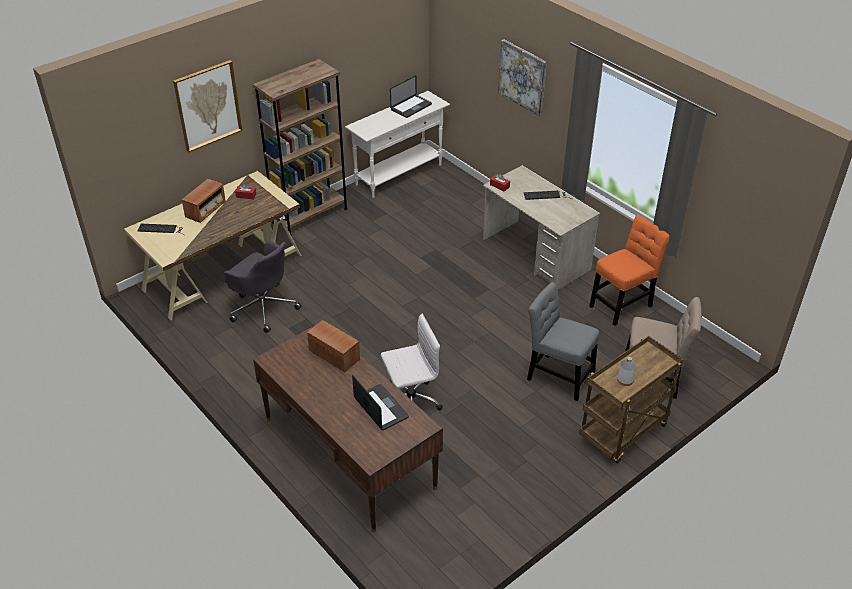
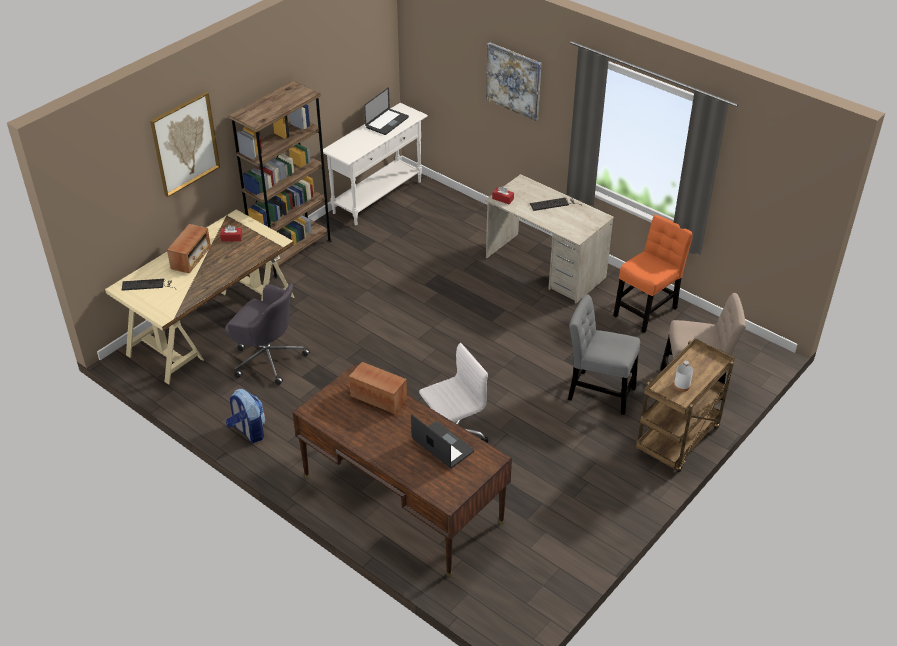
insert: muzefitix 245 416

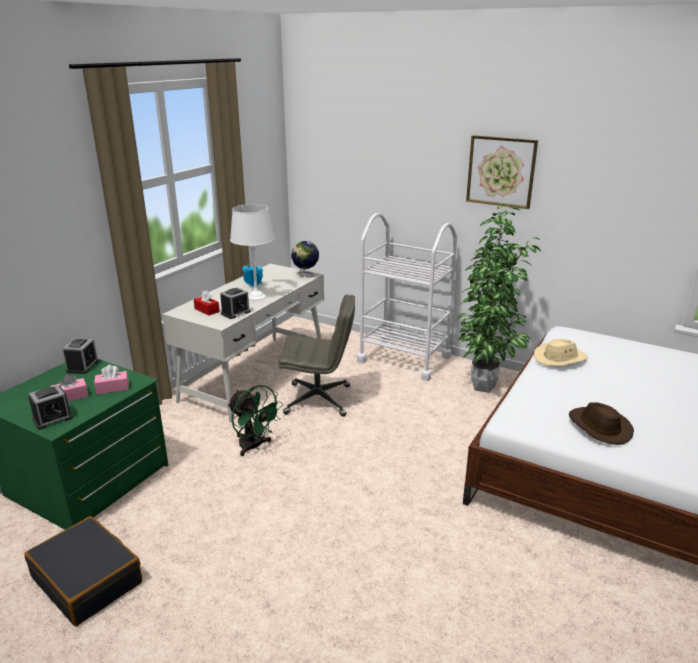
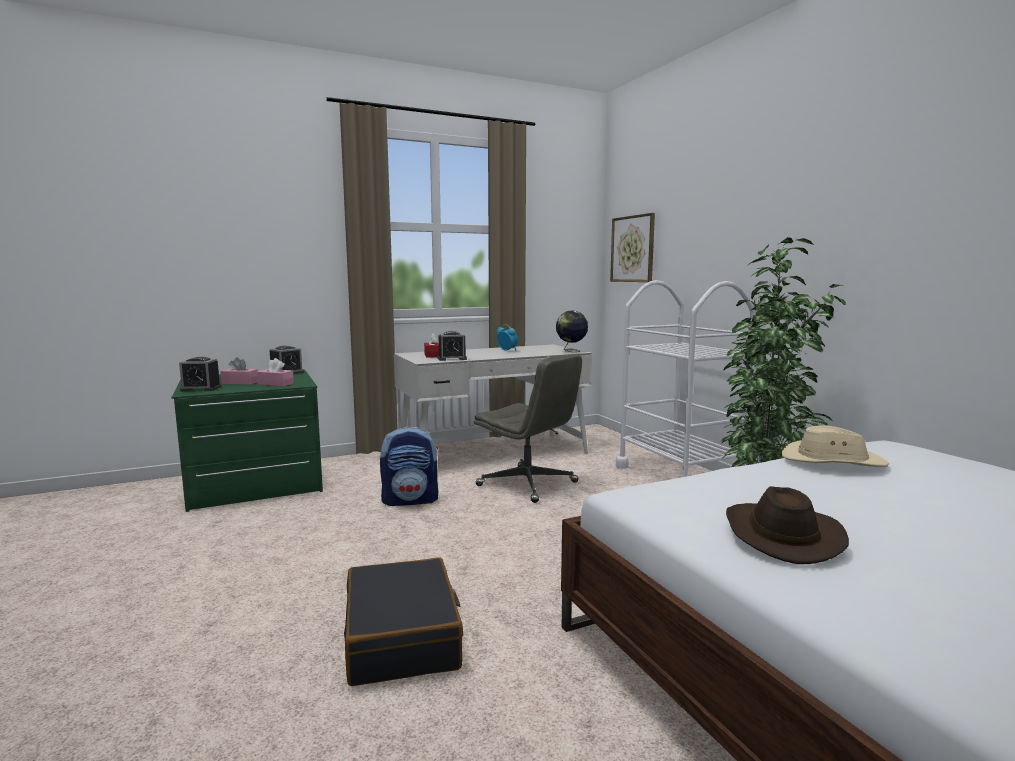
delete: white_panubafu 252 252
move: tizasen 502 172 to 632 247; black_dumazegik 83 571 to 403 621
replace: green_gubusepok 255 420 to muzefitix 409 466

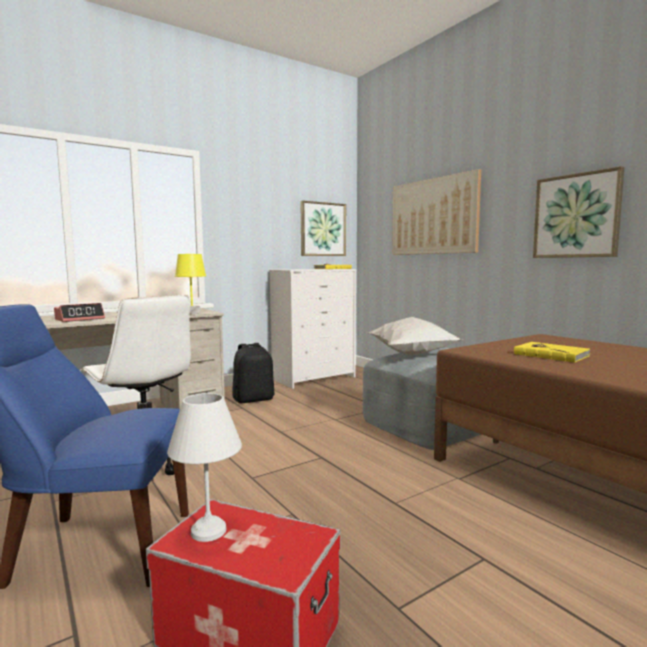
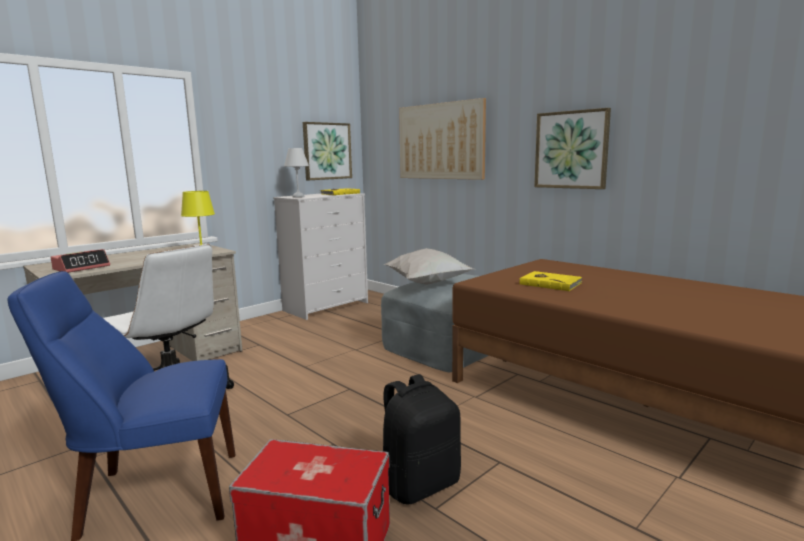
move: black_muzefitix 254 373 to 422 439; white_panubafu 204 467 to 296 172

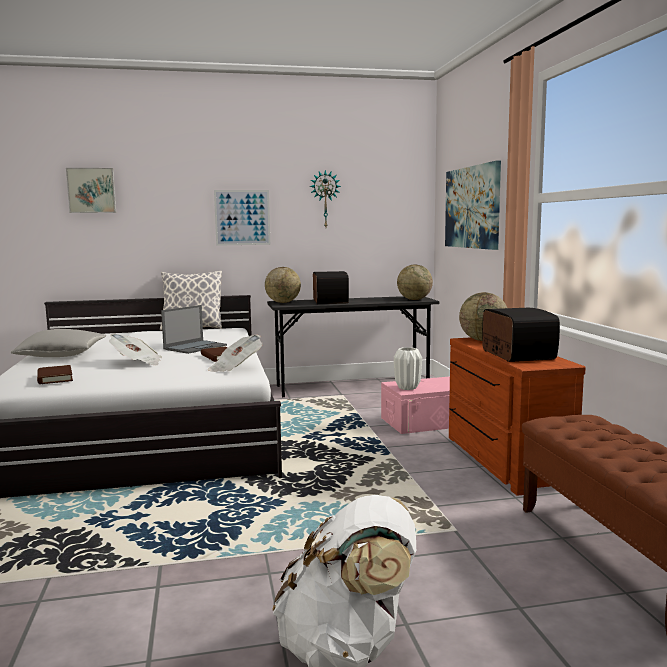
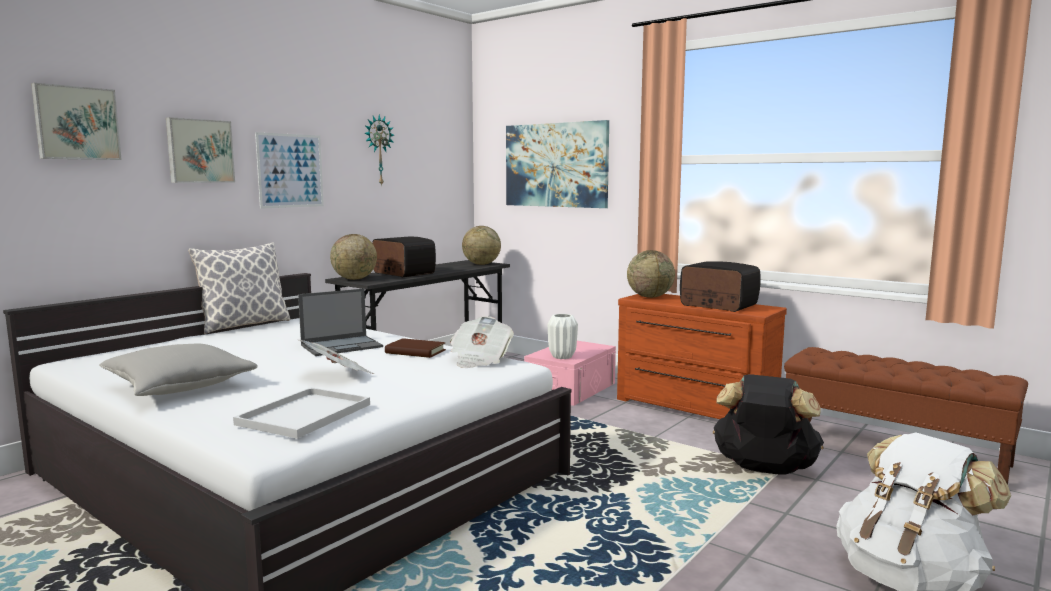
insert: tizasen 200 150; black_muzefitix 768 424
replace: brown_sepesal 55 374 to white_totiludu 301 413
rotate: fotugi 194 329 = 340 322 60 degrees clockwise

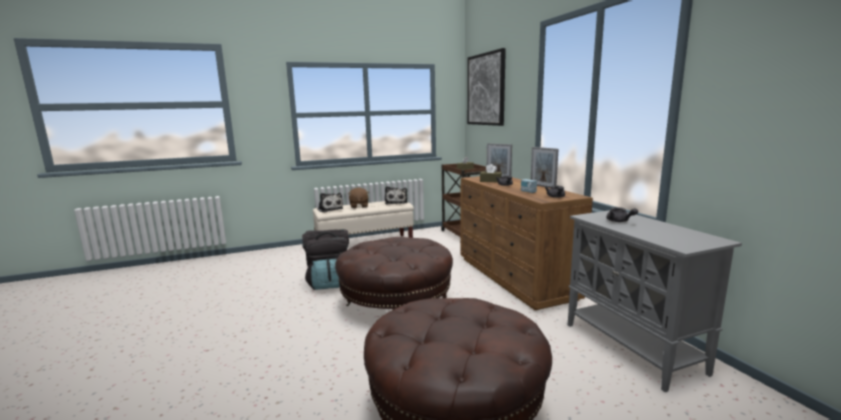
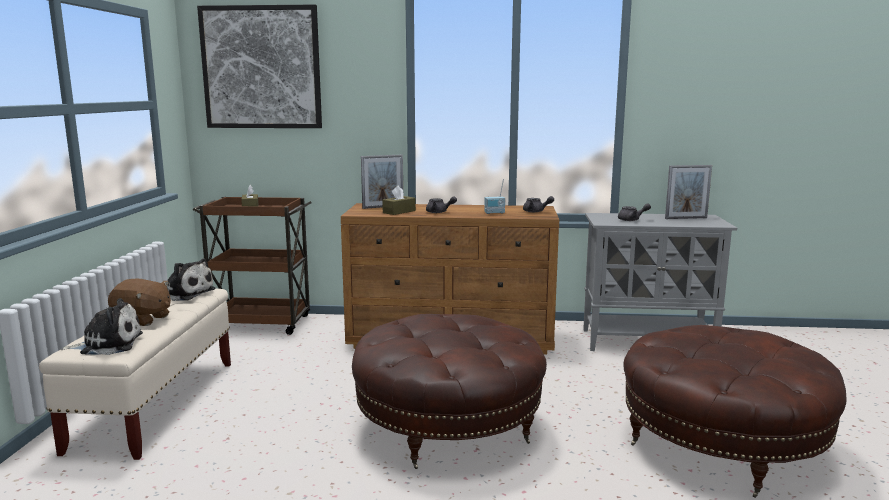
delete: black_muzefitix 325 259
move: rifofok 544 167 to 688 192

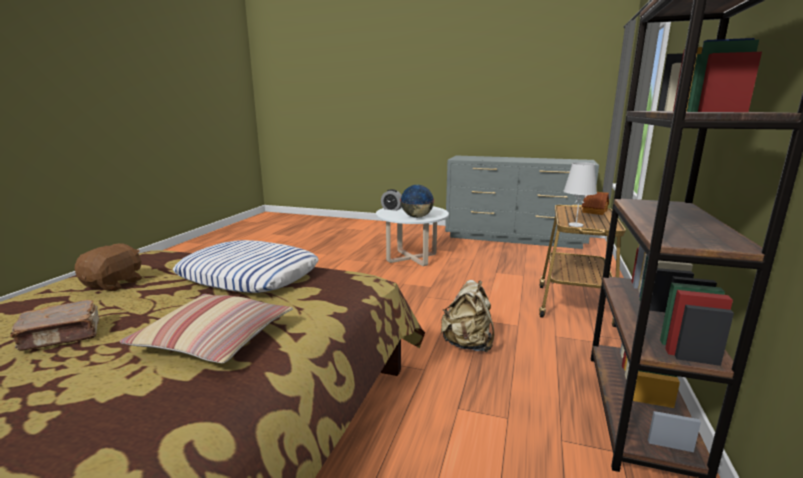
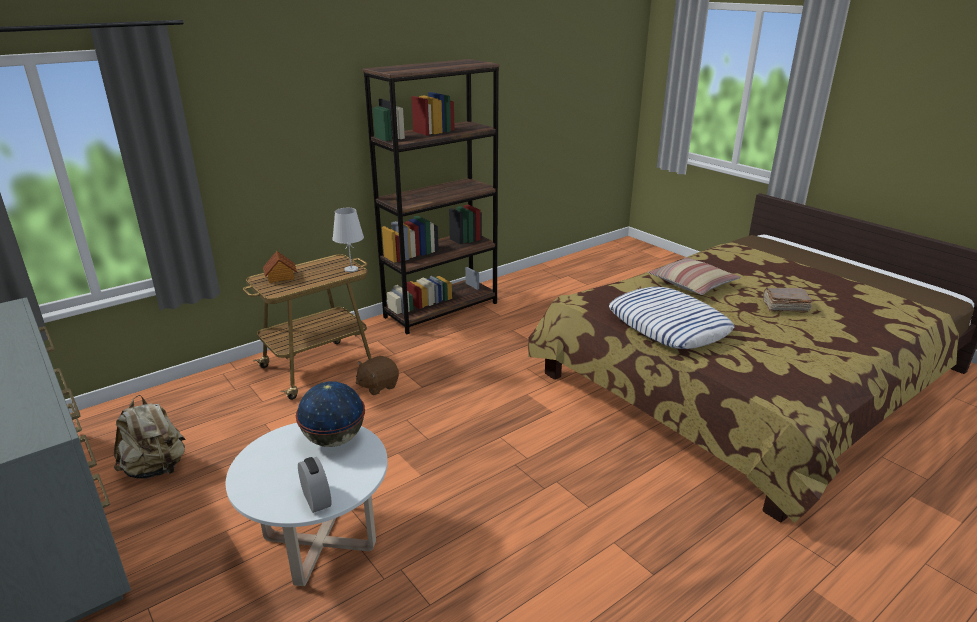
move: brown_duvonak 108 267 to 377 375; beige_muzefitix 467 316 to 149 437

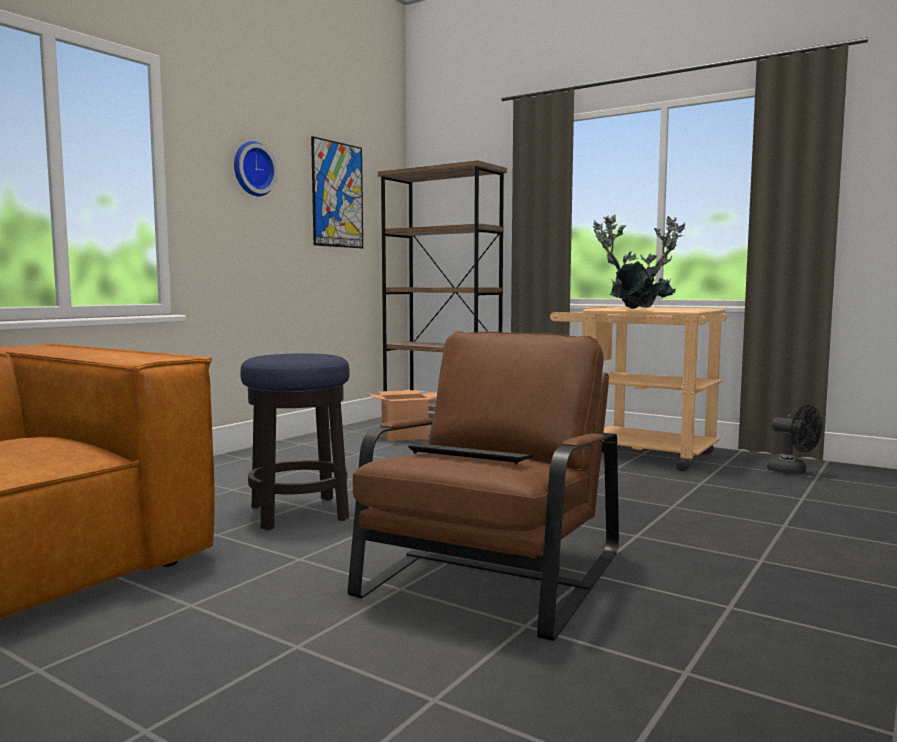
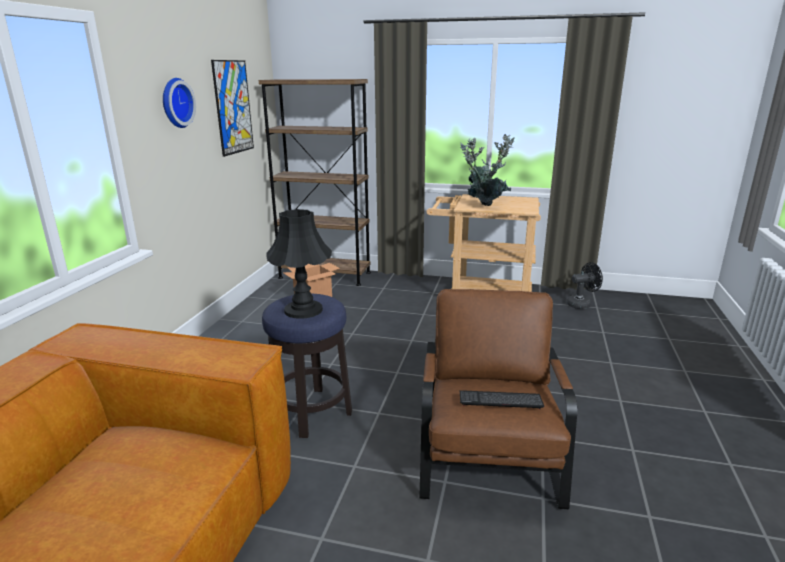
insert: black_panubafu 299 264
rotate: black_gubusepok 794 440 = 584 285 45 degrees counterclockwise

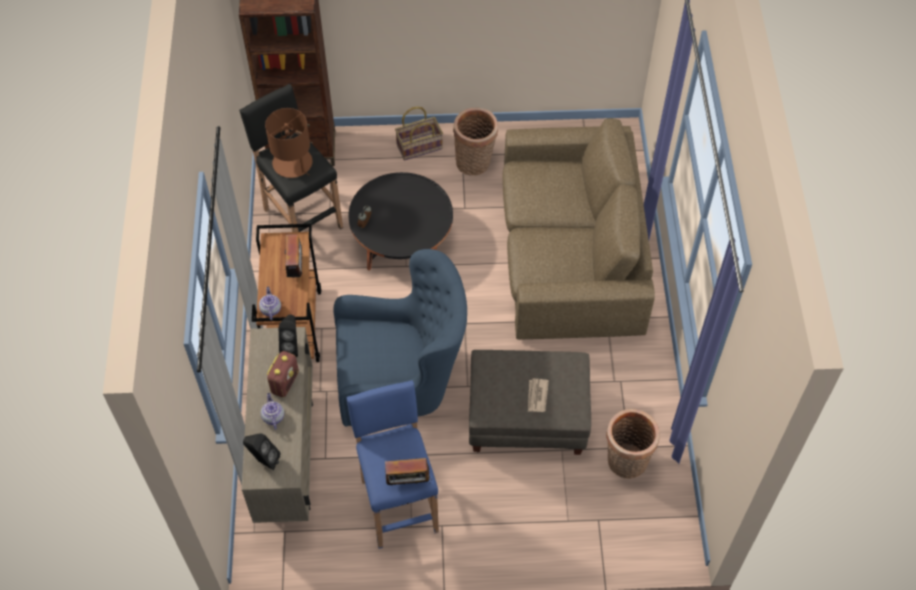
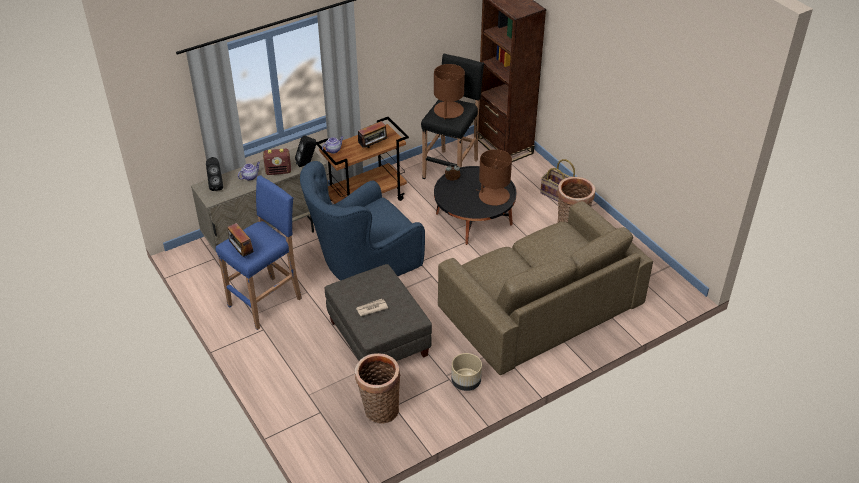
insert: brown_panubafu 495 177; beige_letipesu 466 372
rotate: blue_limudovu 400 337 = 362 221 90 degrees clockwise

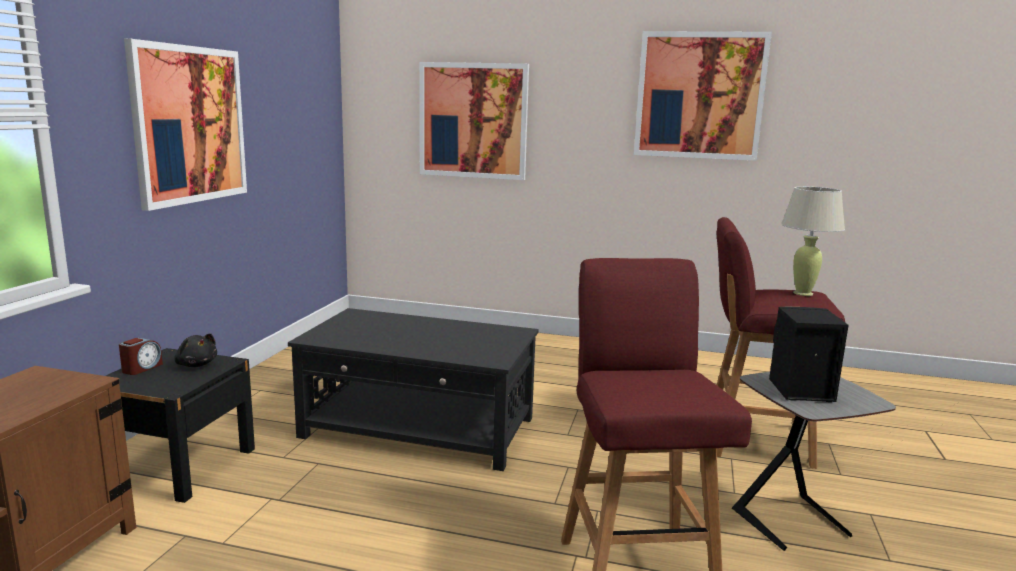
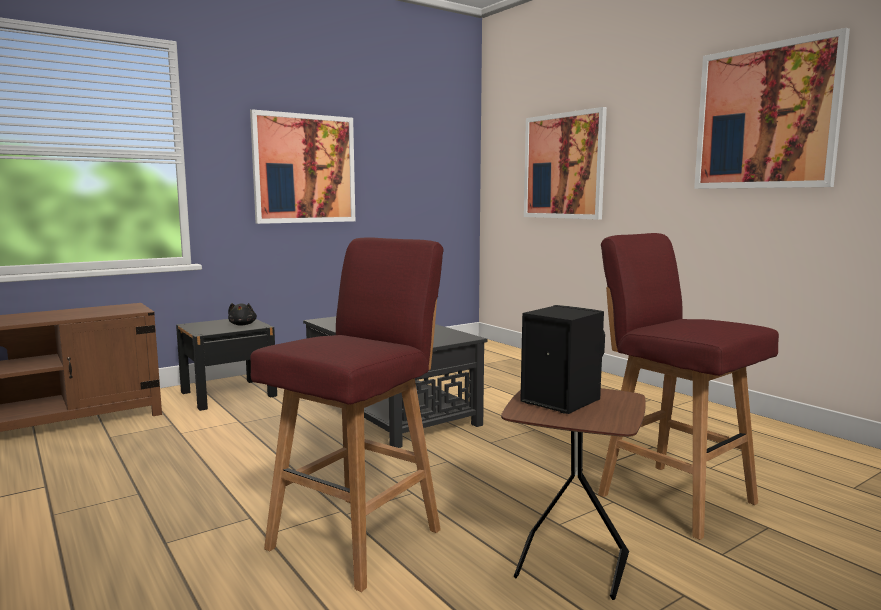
delete: beige_panubafu 813 241; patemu 141 356
recolor: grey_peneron 814 461 to brown_peneron 573 494

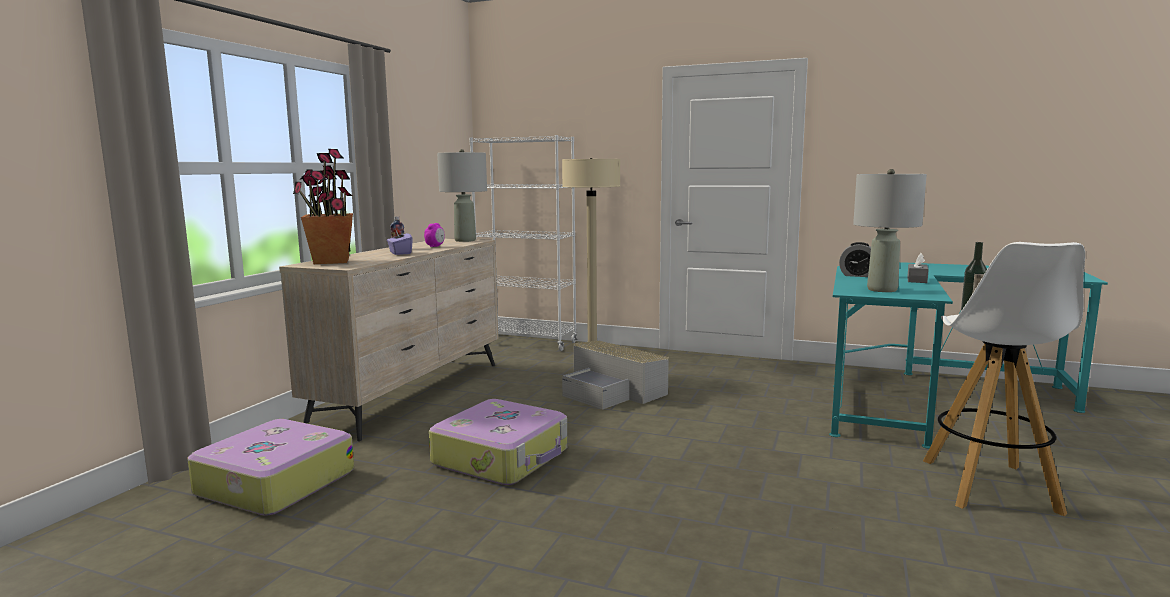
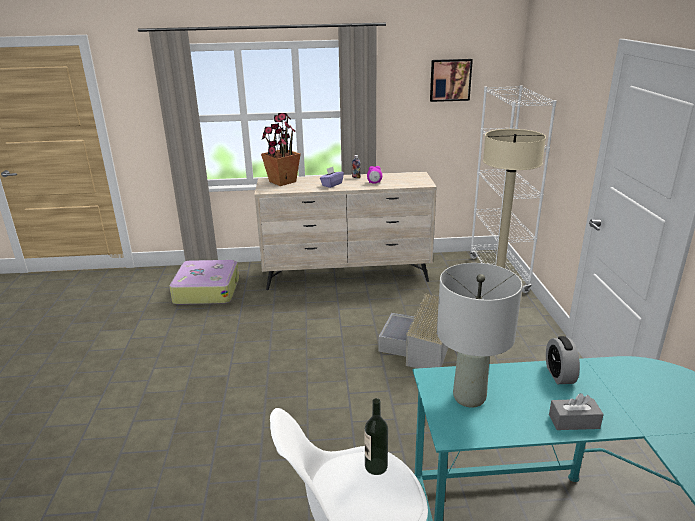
delete: grey_panubafu 462 195; dumazegik 498 442
insert: tizasen 451 80

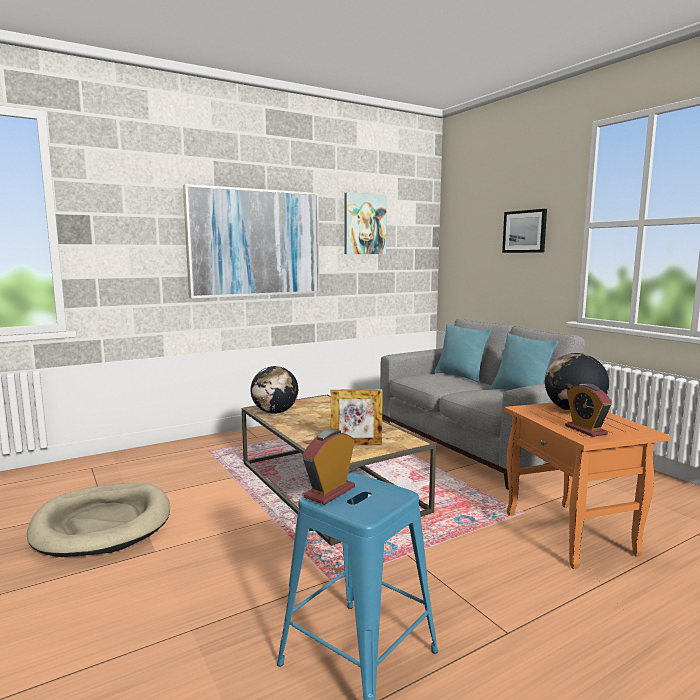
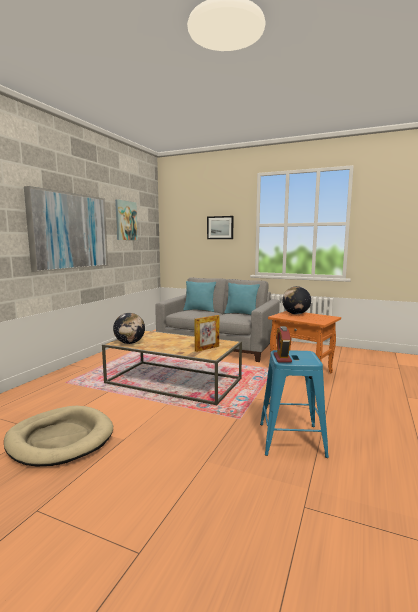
delete: patemu 588 410

